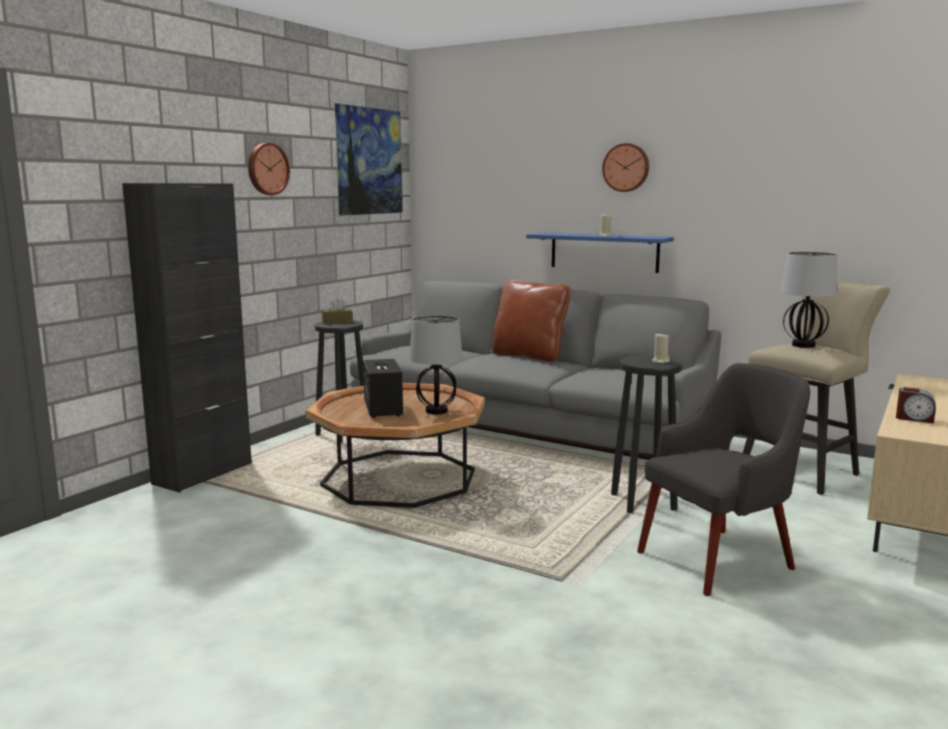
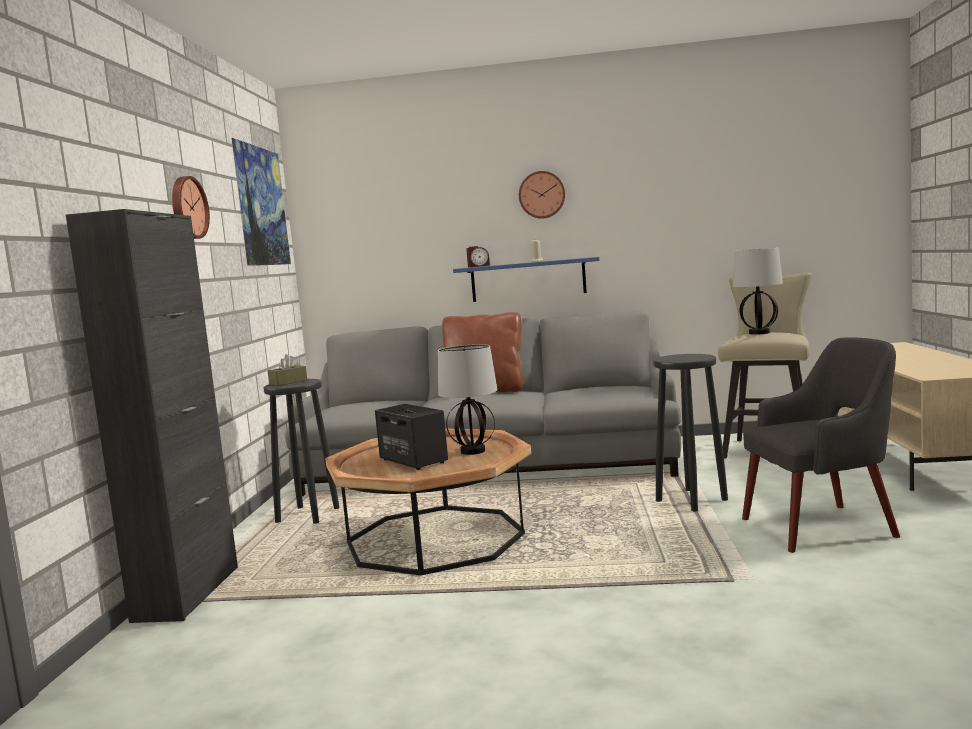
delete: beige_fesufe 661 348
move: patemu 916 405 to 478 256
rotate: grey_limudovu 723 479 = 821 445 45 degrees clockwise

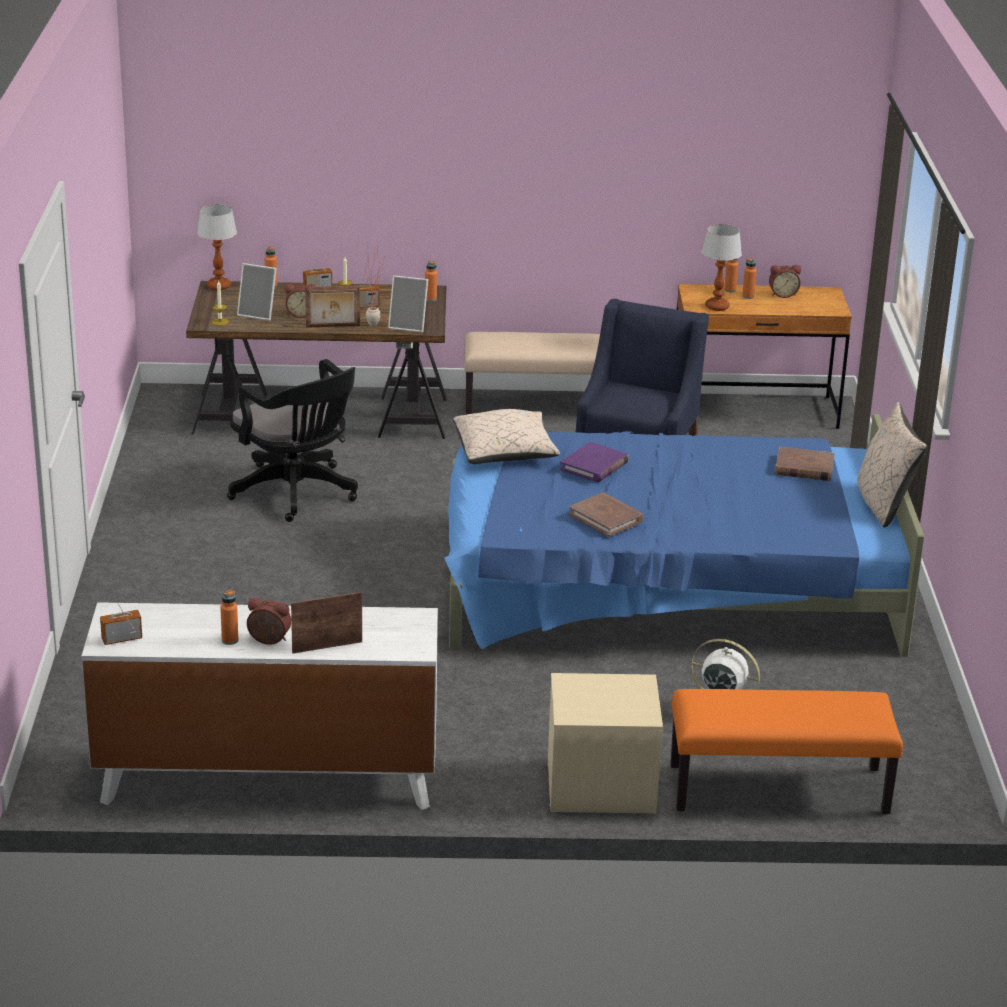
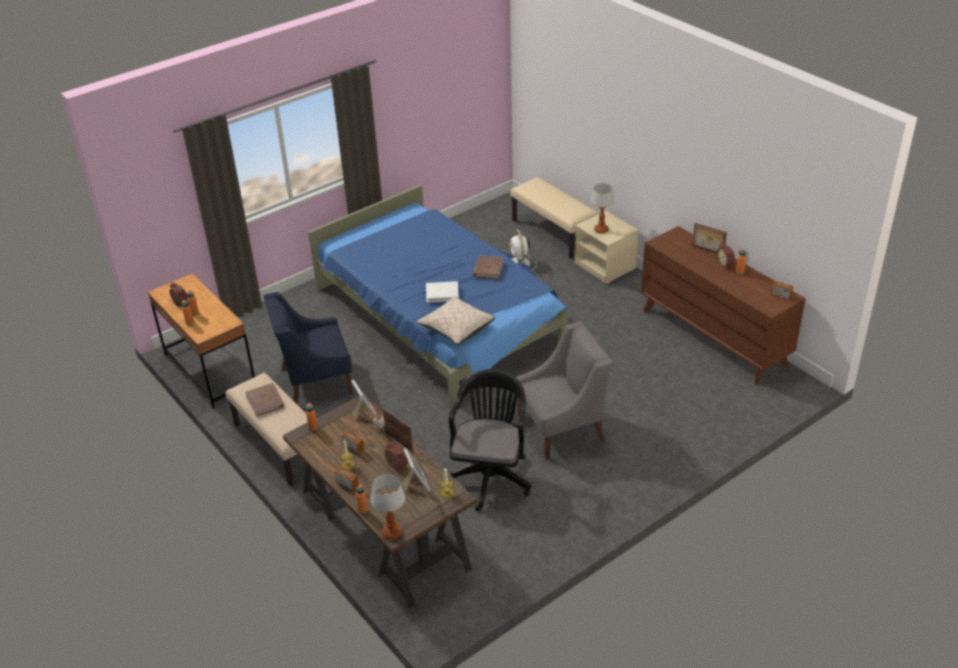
delete: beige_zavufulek 892 465
insert: grey_limudovu 564 390
move: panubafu 722 267 to 603 208; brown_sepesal 805 464 to 264 400
recolor: purple_sepesal 594 462 to white_sepesal 442 292; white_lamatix 259 706 to brown_lamatix 723 306; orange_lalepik 786 751 to beige_lalepik 554 217

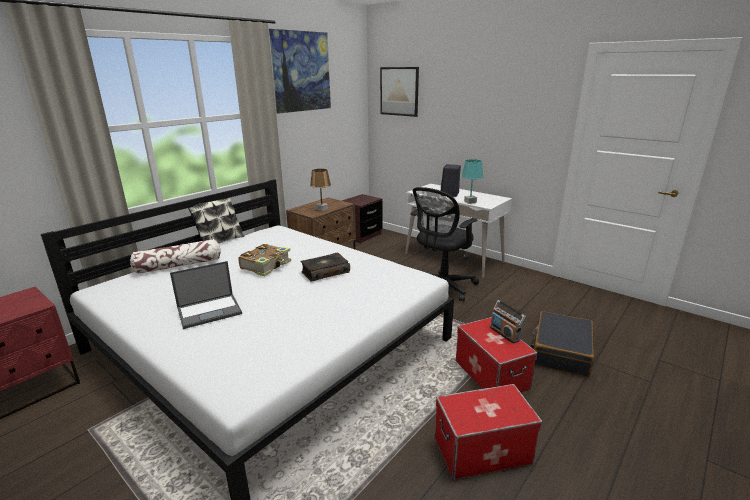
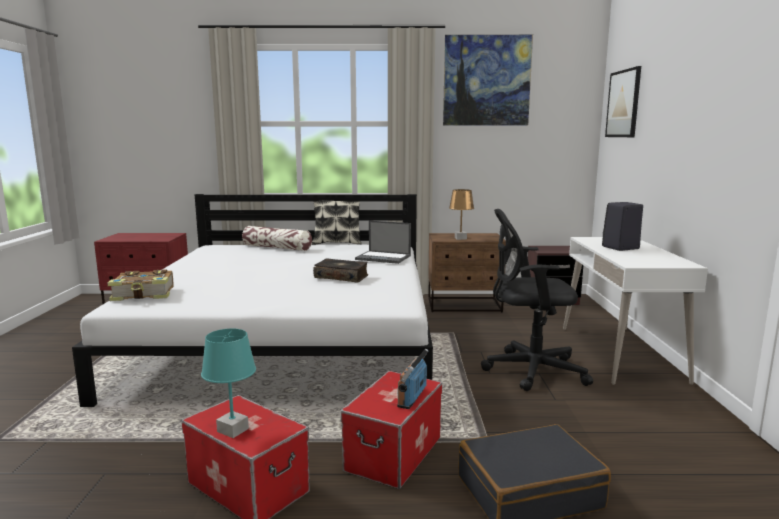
move: turquoise_panubafu 473 181 to 228 383; sepesal 264 260 to 141 285; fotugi 206 295 to 383 242

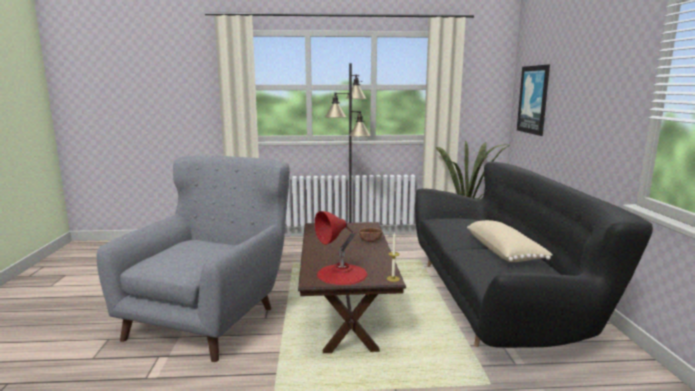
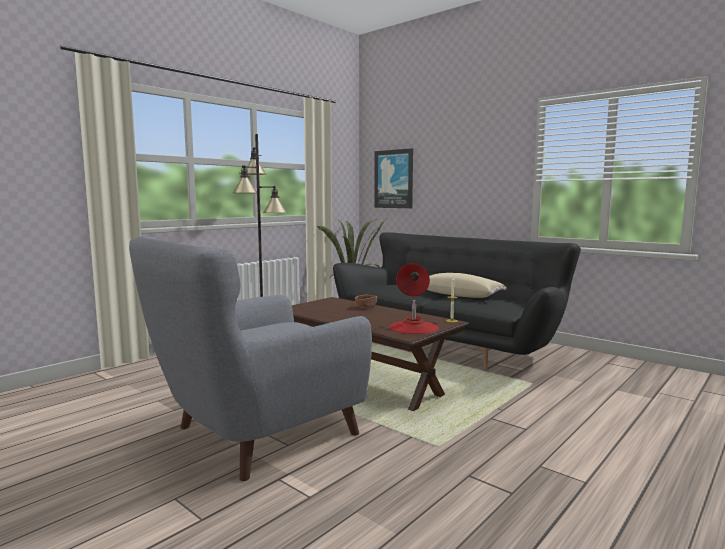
rotate: grey_limudovu 193 258 = 250 358 105 degrees counterclockwise

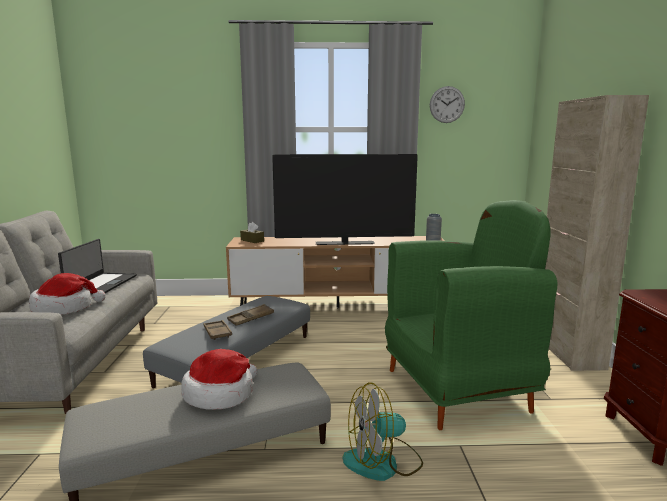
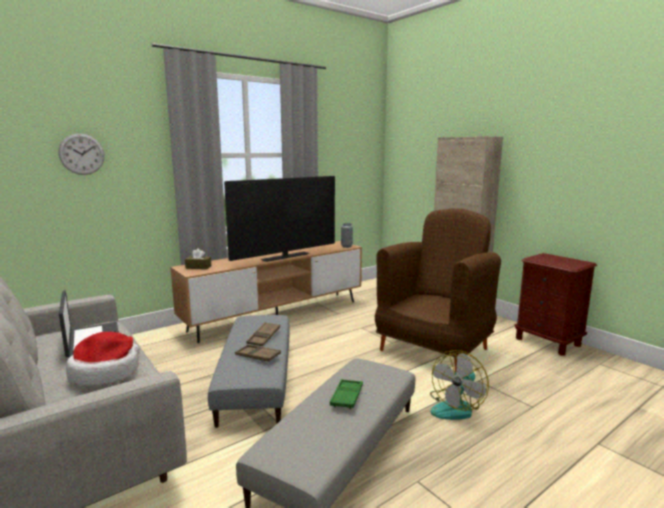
move: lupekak 447 104 to 82 154
replace: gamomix 219 379 to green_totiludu 346 394
recolor: green_limudovu 471 315 to brown_limudovu 438 290

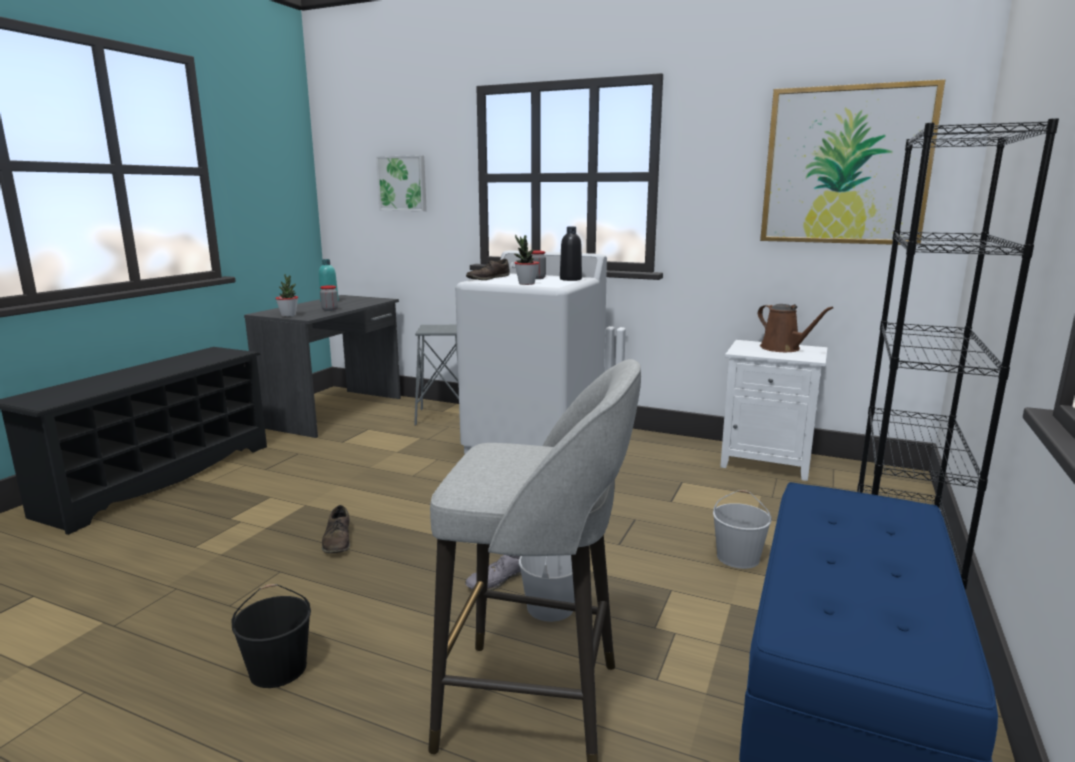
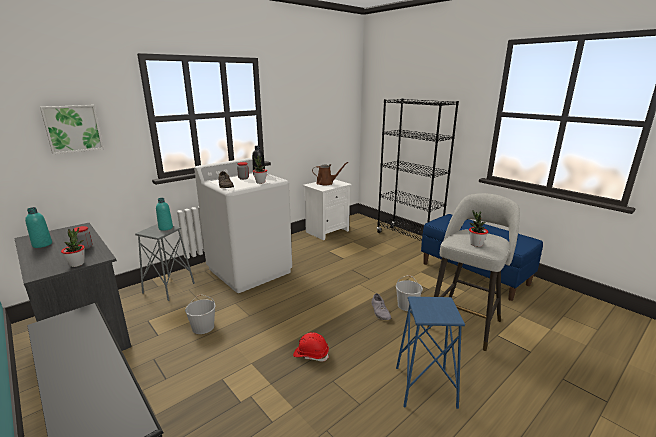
delete: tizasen 852 162
insert: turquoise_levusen 164 214; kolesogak 478 228
move: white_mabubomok 742 529 to 200 314
replace: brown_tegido 336 529 to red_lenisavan 311 347; black_mabubomok 271 636 to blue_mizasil 430 353

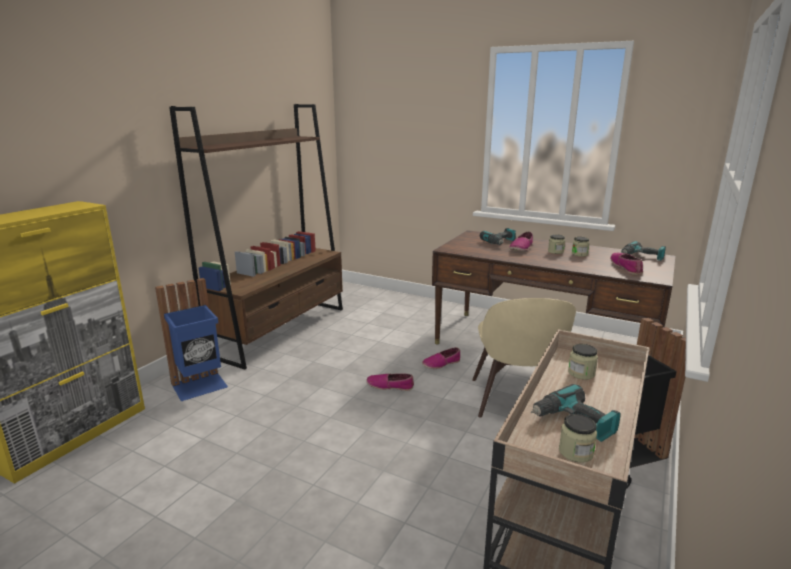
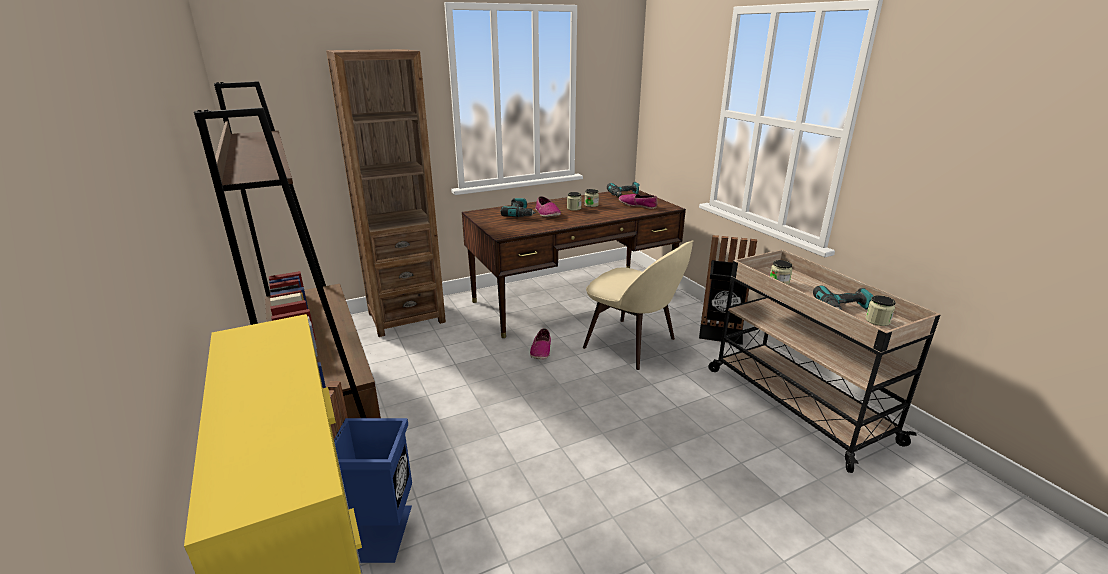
delete: tegido 390 382
insert: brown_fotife 386 193

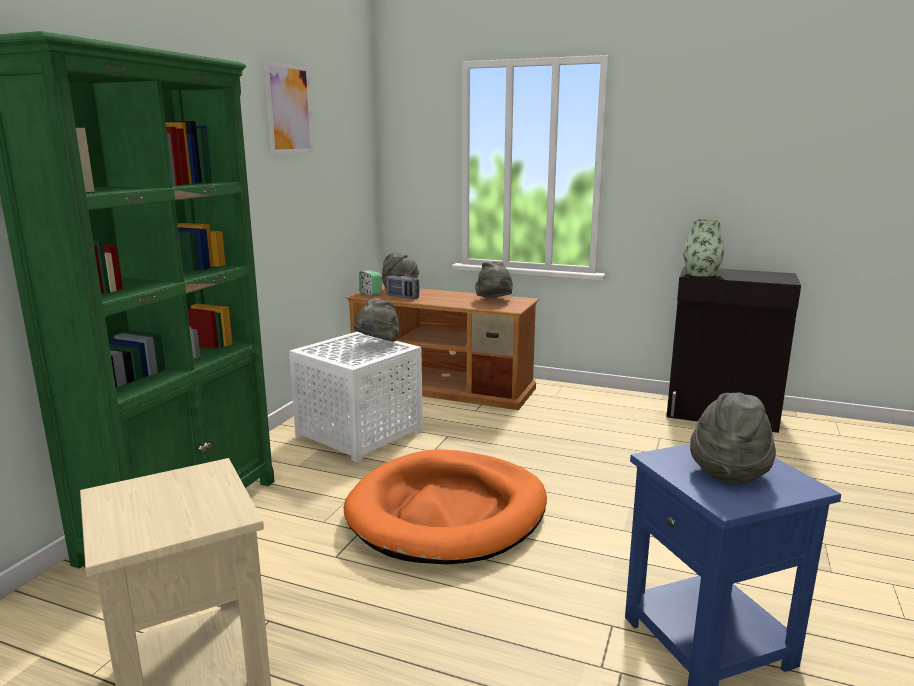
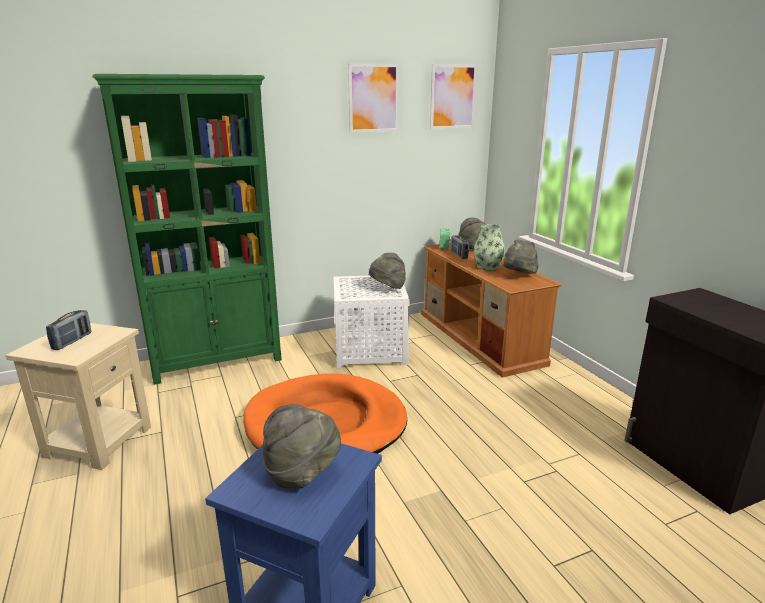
insert: tizasen 453 96; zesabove 68 330
move: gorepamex 704 248 to 489 247

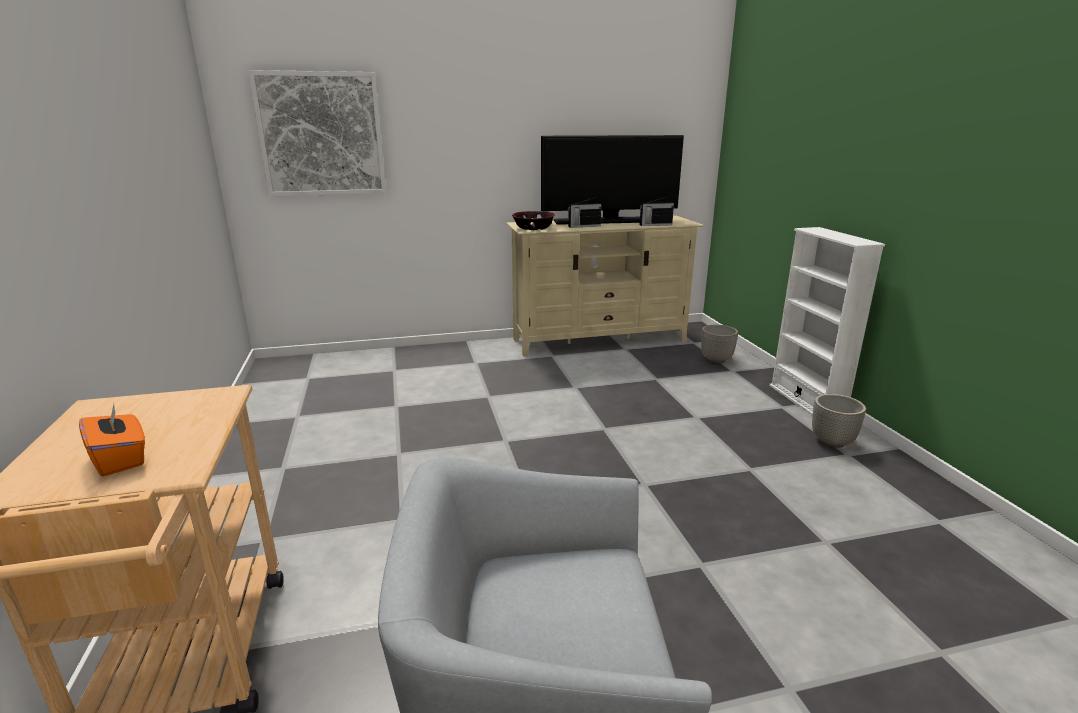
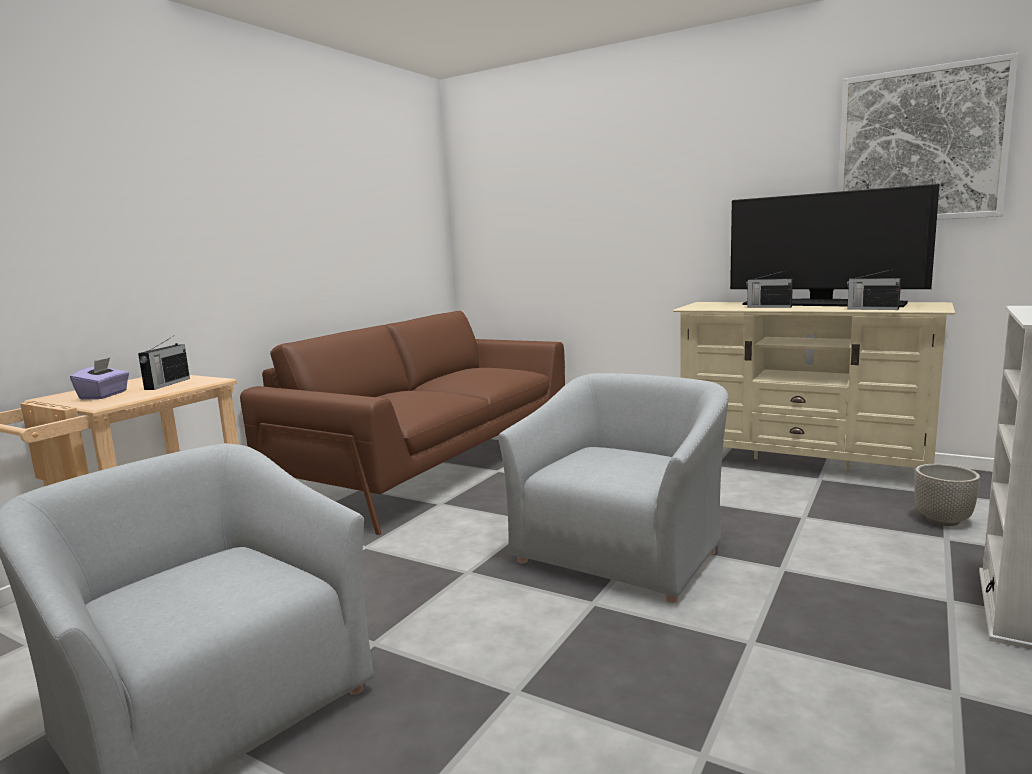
delete: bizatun 533 220; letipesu 839 421
insert: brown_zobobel 402 423; zesabove 164 363; grey_limudovu 613 488
move: tizasen 317 133 to 928 136
recolor: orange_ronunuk 112 440 to purple_ronunuk 99 379

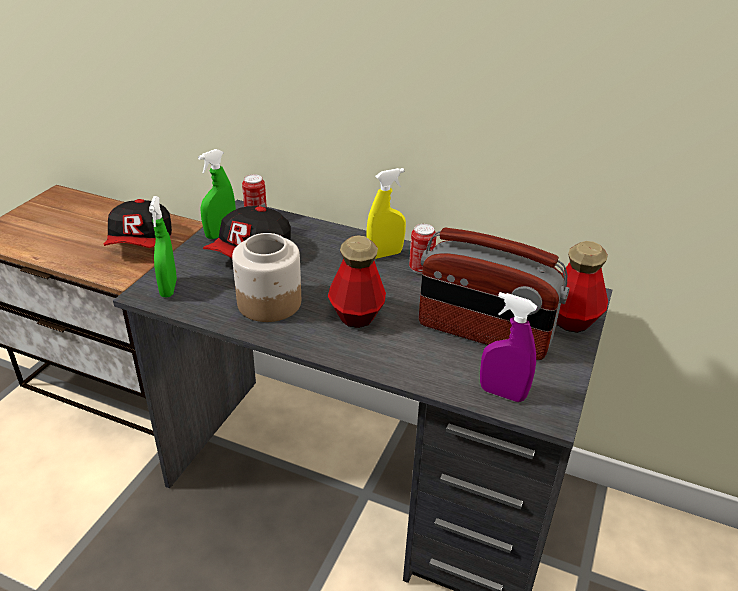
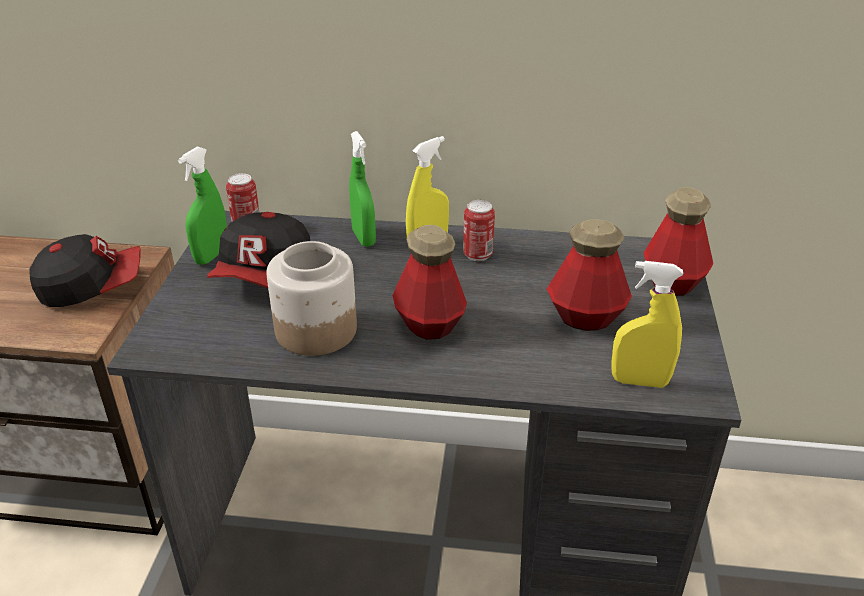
move: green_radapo 163 246 to 362 189
replace: zesabove 494 294 to levusen 589 275
recolor: purple_radapo 509 347 to yellow_radapo 647 324
rotate: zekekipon 137 223 = 85 270 90 degrees counterclockwise

